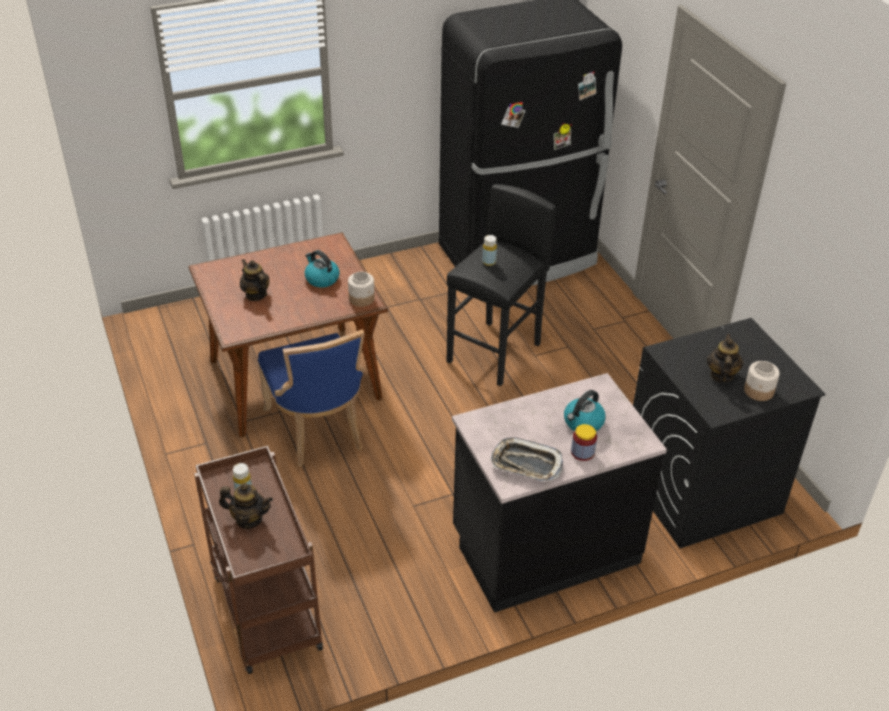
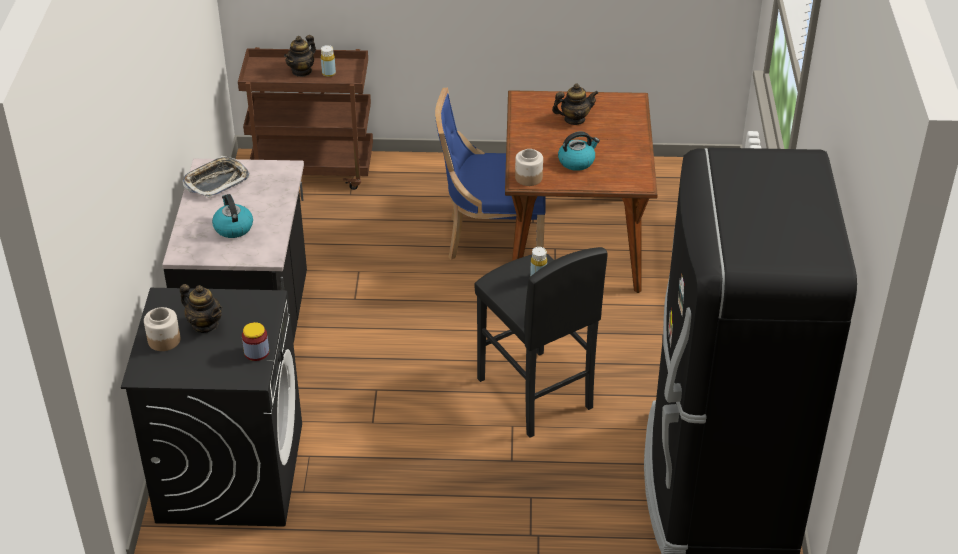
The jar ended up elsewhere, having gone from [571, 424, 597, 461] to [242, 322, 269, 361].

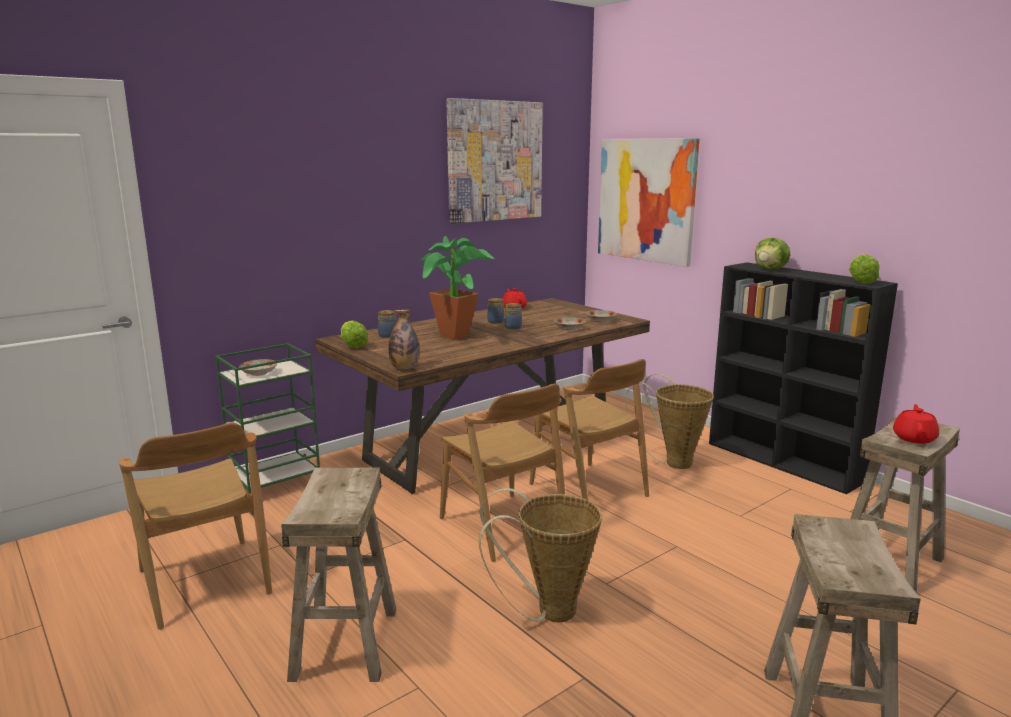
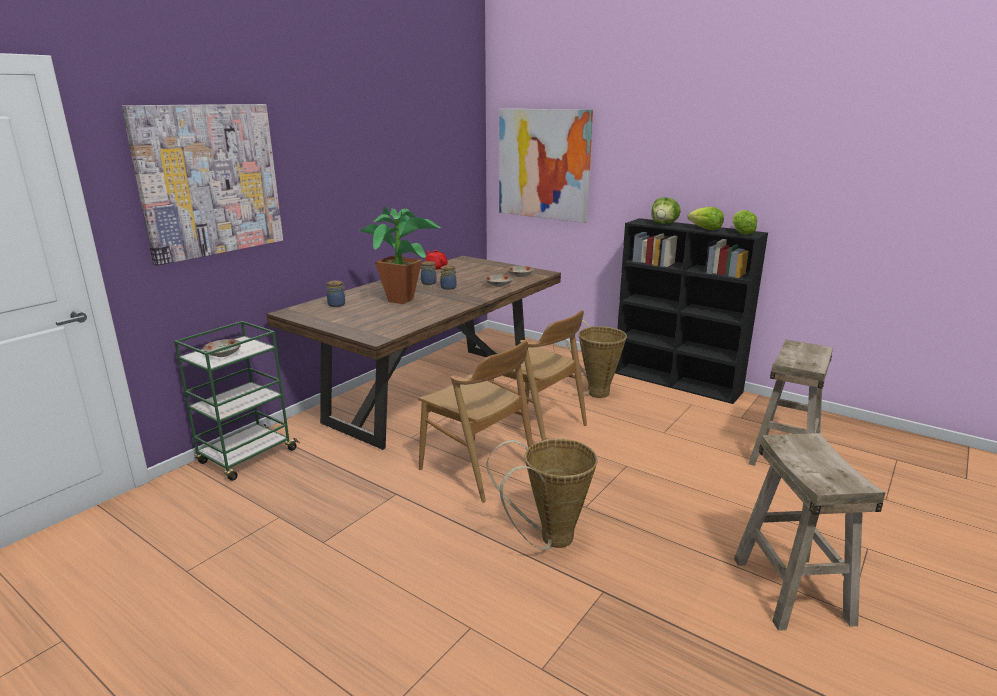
The second view lost the chair in brown at [119, 423, 272, 630].
The second view lost the stool in beige at [281, 468, 396, 682].
The lettuce ended up elsewhere, having gone from [341, 320, 368, 348] to [688, 207, 724, 230].
The second view lost the bottle at [389, 310, 419, 369].
The picture ended up elsewhere, having gone from [446, 98, 543, 224] to [121, 104, 283, 266].
The second view lost the teapot in red at [893, 404, 939, 444].

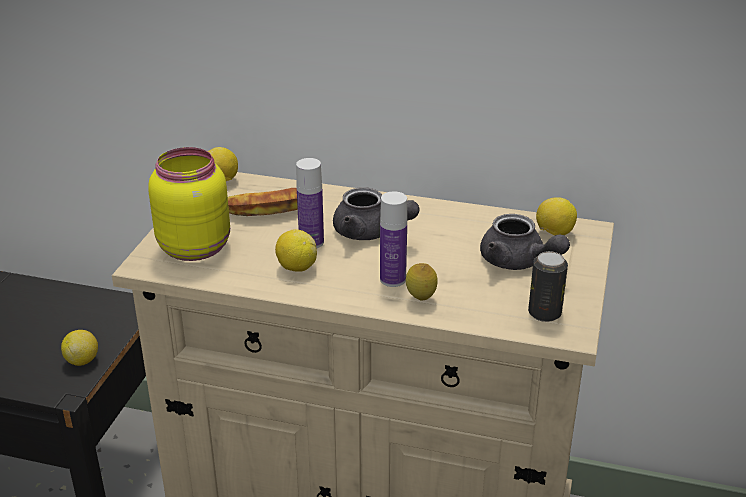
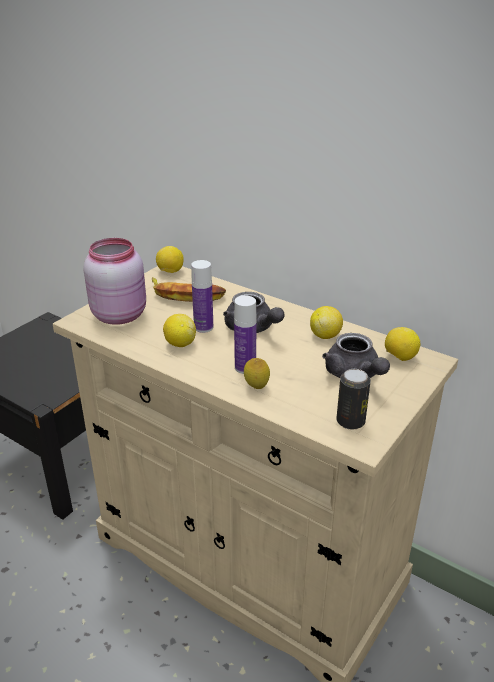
The lemon ended up elsewhere, having gone from [61, 330, 98, 366] to [310, 306, 343, 339].
What was the jar in yellow at [149, 147, 230, 261] turned into the jar in pink at [83, 238, 146, 325].

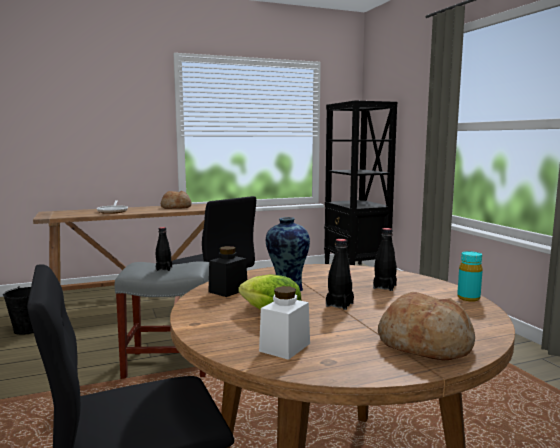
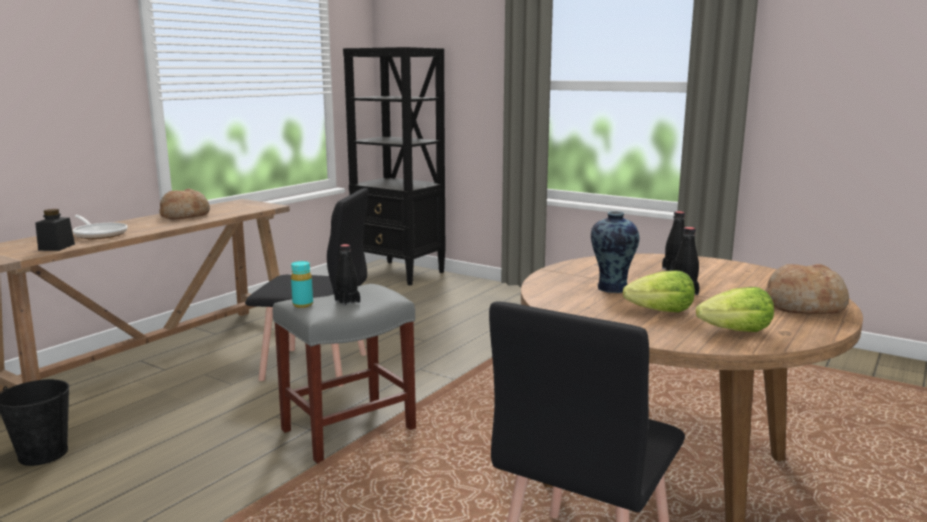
The jar in black ended up elsewhere, having gone from [208, 246, 247, 297] to [35, 209, 75, 251].
Where the jar in white stood at [259, 286, 310, 360], the lettuce came to stand at [696, 287, 774, 332].
The bottle in turquoise ended up elsewhere, having gone from [457, 251, 483, 302] to [291, 261, 313, 308].

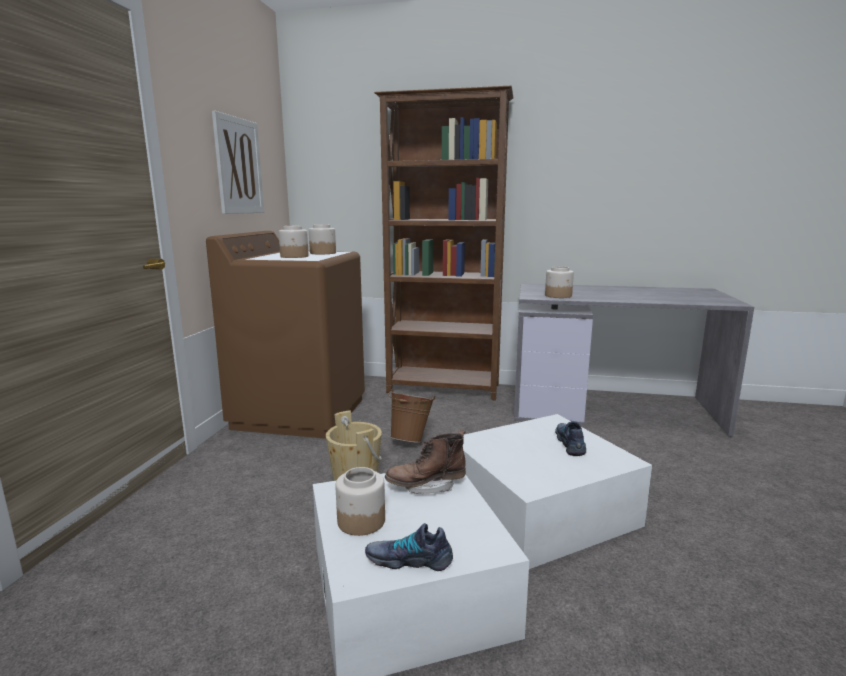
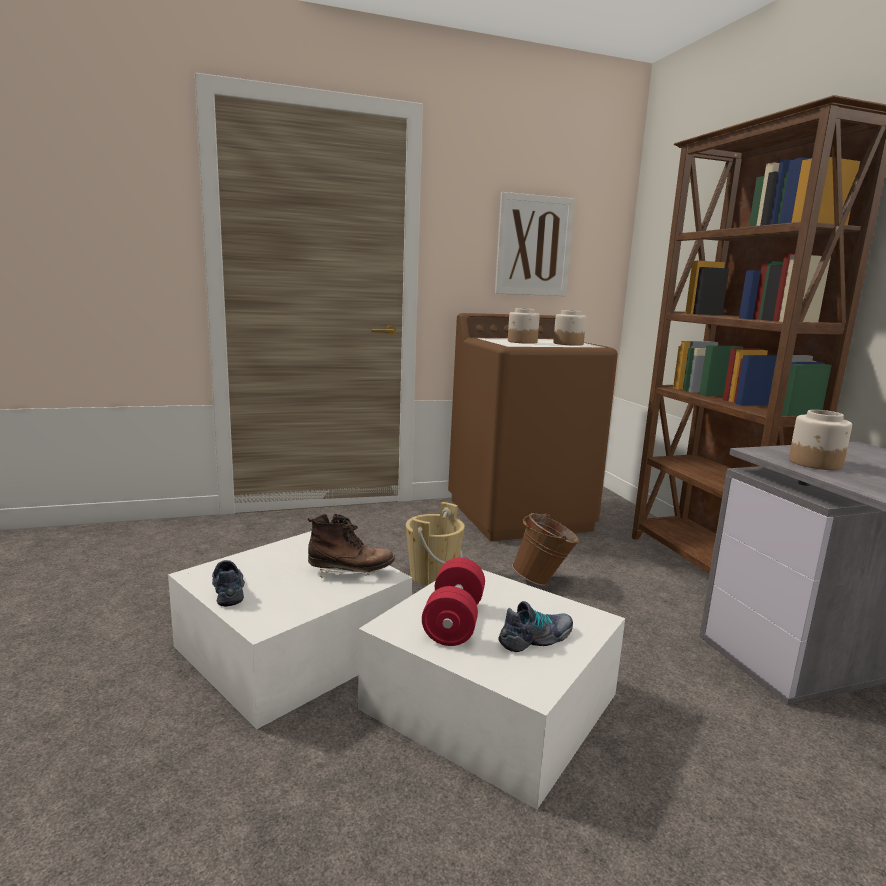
The second view lost the jar at [335, 467, 385, 536].
The boot in brown at [385, 430, 466, 494] ended up facing another way, 135 degrees clockwise from before.
The second view gained the dumbbell in red at [422, 558, 485, 646].

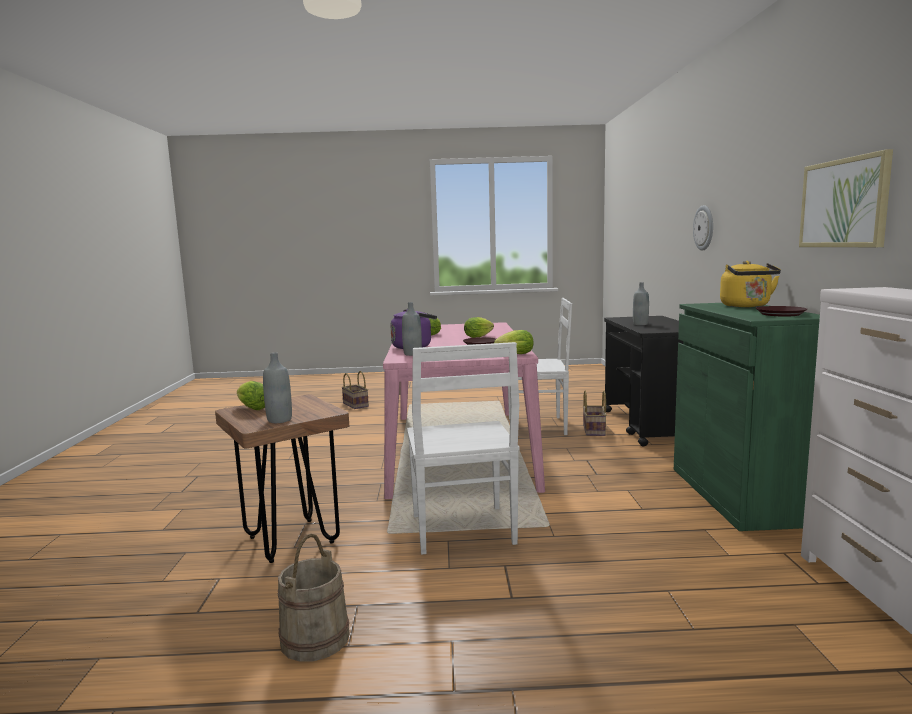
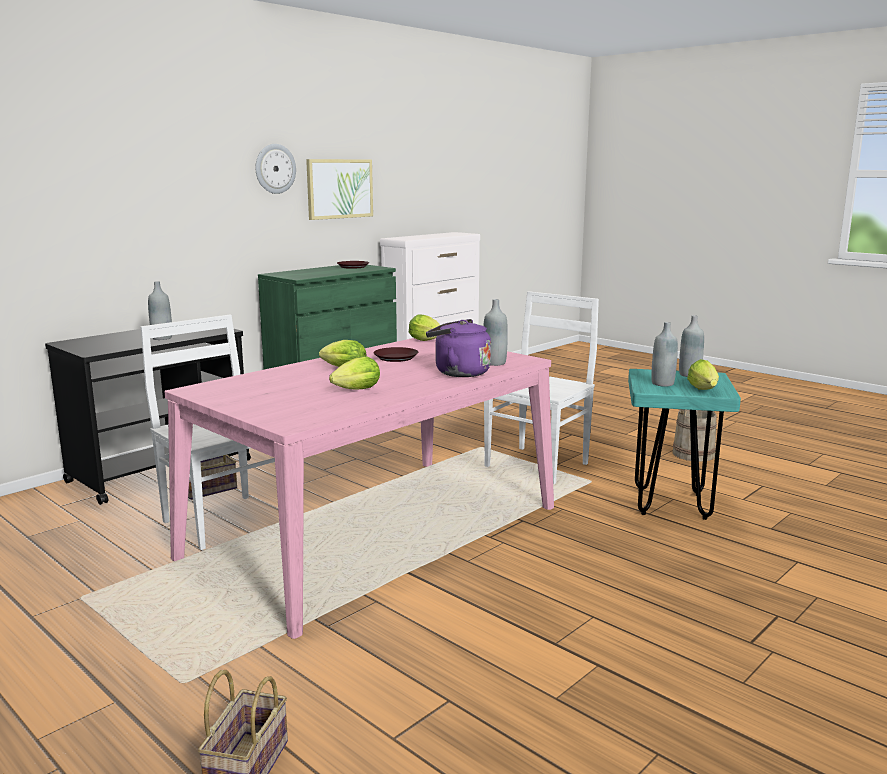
What was the stool in brown at [215, 394, 349, 563] turned into the stool in turquoise at [628, 369, 741, 520].
The wall clock ended up elsewhere, having gone from [693, 205, 713, 251] to [255, 144, 296, 194].
The second view lost the kettle in yellow at [720, 261, 781, 307].
The second view gained the bottle in grey at [651, 322, 678, 387].

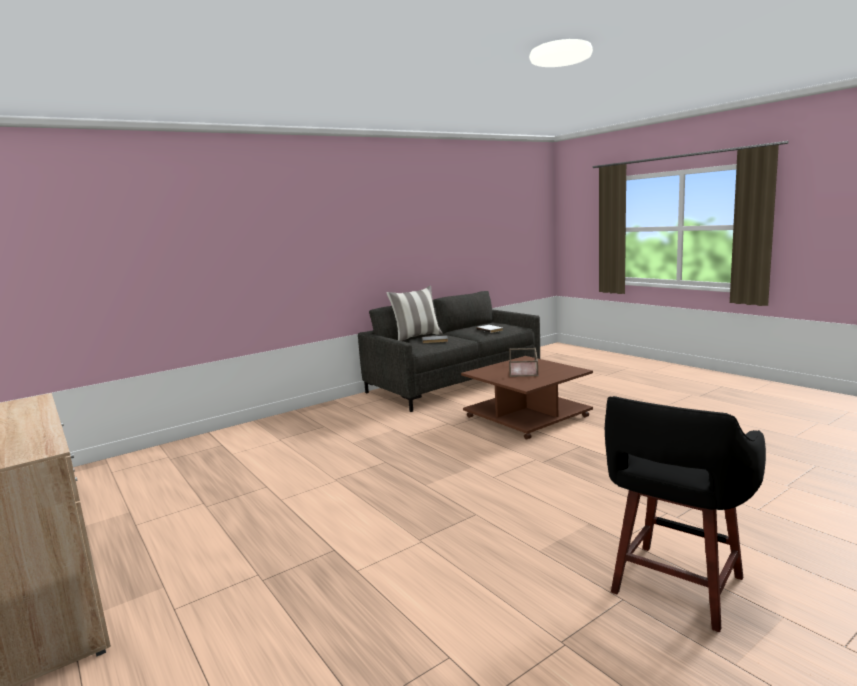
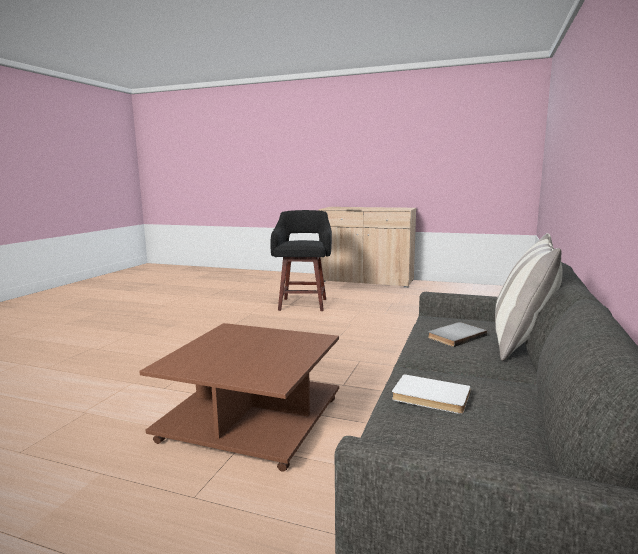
The second view lost the tray in brown at [509, 348, 538, 377].
The stool in black ended up elsewhere, having gone from [605, 396, 766, 632] to [270, 210, 332, 311].

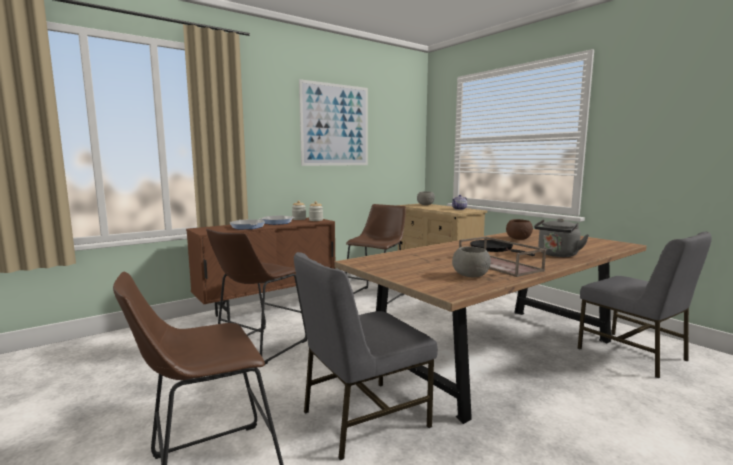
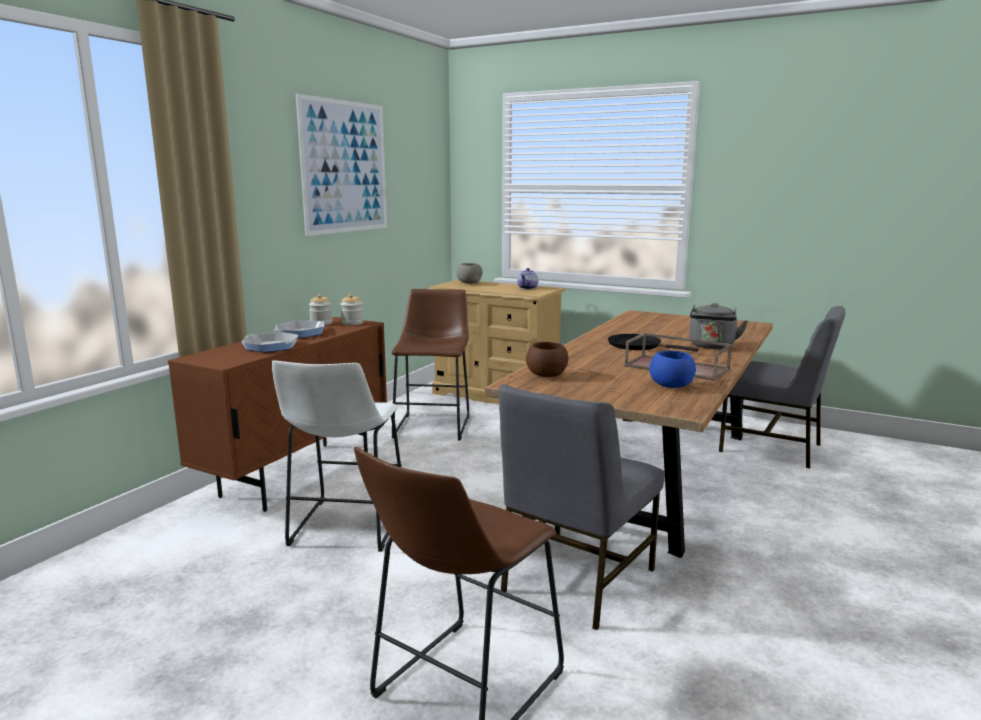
What was the stool in brown at [206, 229, 307, 365] turned into the stool in white at [272, 360, 402, 552].
What was the bowl in grey at [452, 247, 491, 277] turned into the bowl in blue at [649, 351, 696, 388].
The bowl in brown ended up elsewhere, having gone from [506, 219, 533, 240] to [526, 342, 569, 377].

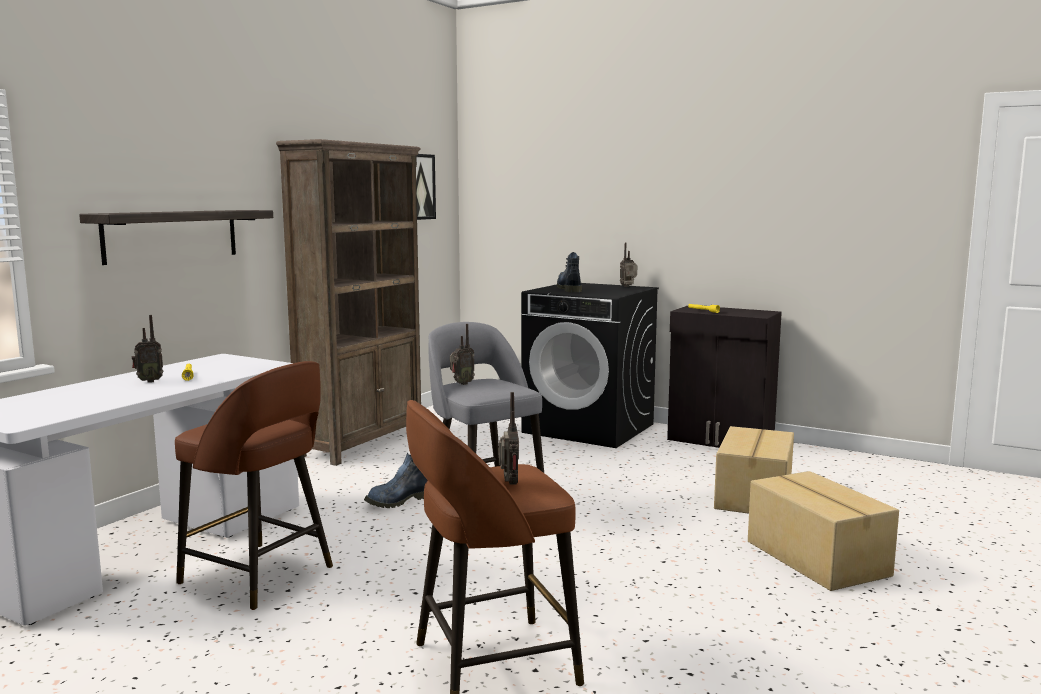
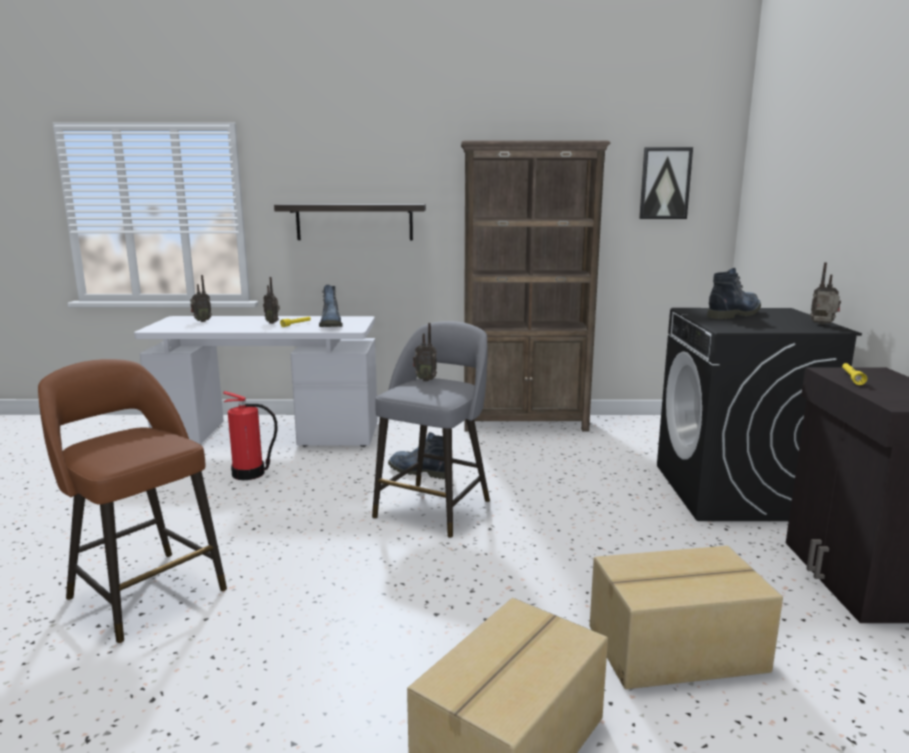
Where the stool in brown stood at [175, 361, 333, 610], the fire extinguisher came to stand at [223, 391, 278, 480].
The radio ended up elsewhere, having gone from [498, 392, 519, 485] to [190, 275, 212, 322].
The second view gained the boot at [319, 285, 343, 327].

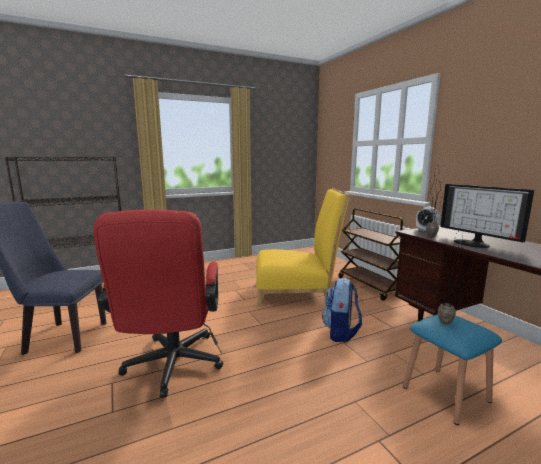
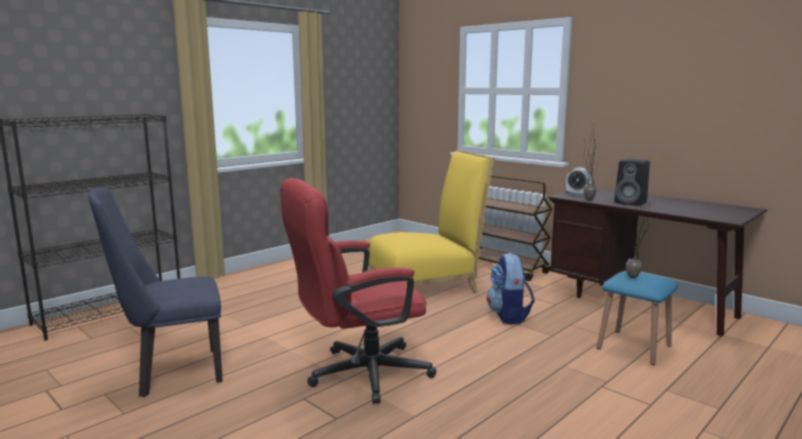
The office chair in red at [94, 209, 223, 398] ended up facing another way, 90 degrees clockwise from before.
Where the monitor stood at [440, 184, 534, 248], the speaker in black came to stand at [614, 159, 650, 206].

